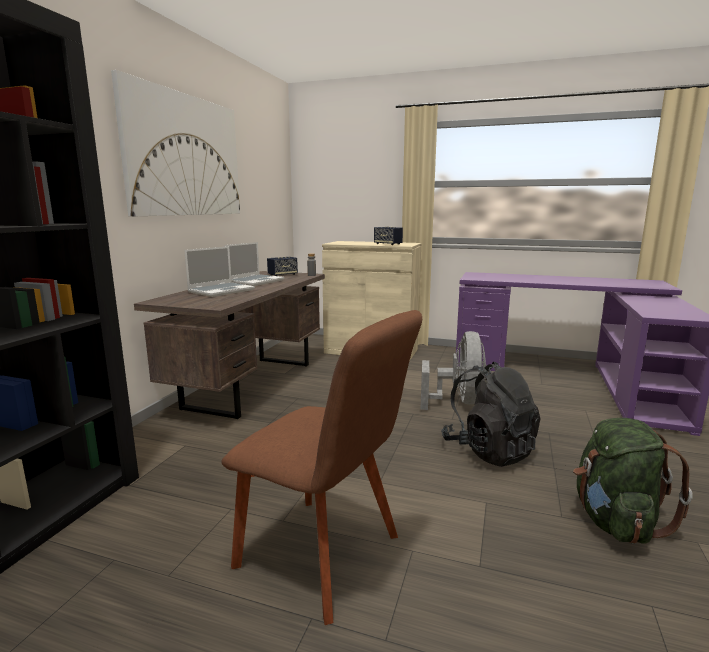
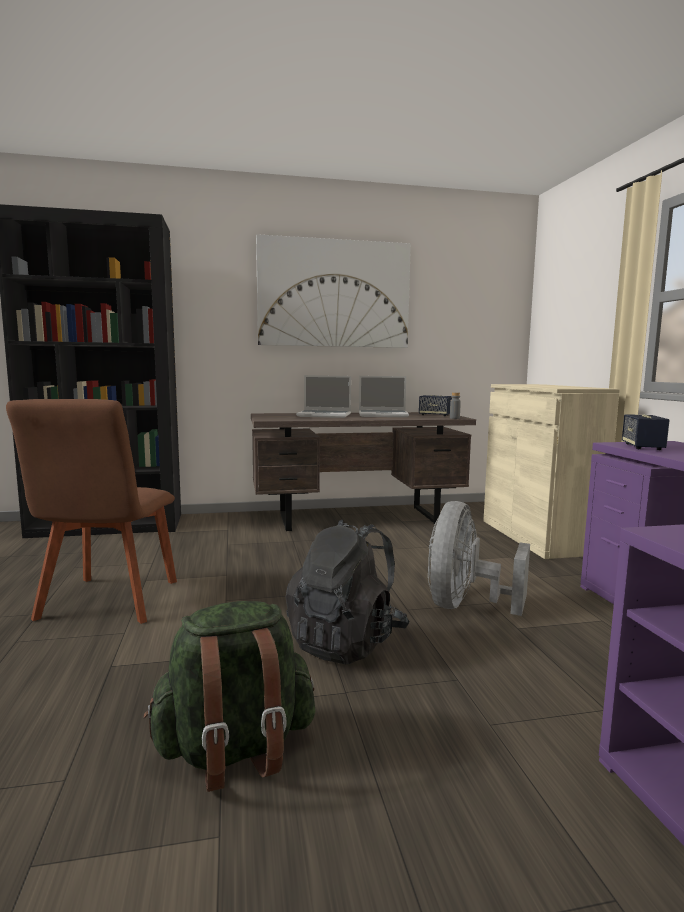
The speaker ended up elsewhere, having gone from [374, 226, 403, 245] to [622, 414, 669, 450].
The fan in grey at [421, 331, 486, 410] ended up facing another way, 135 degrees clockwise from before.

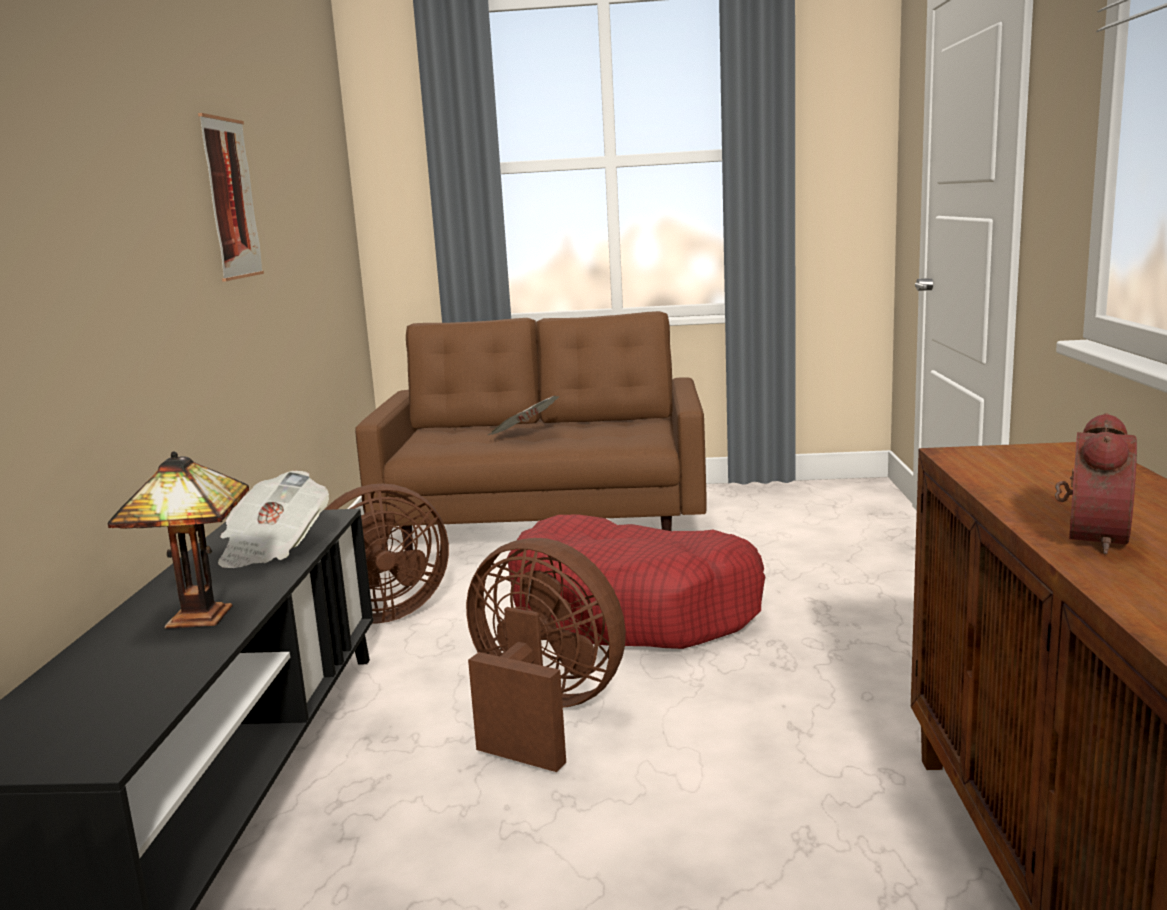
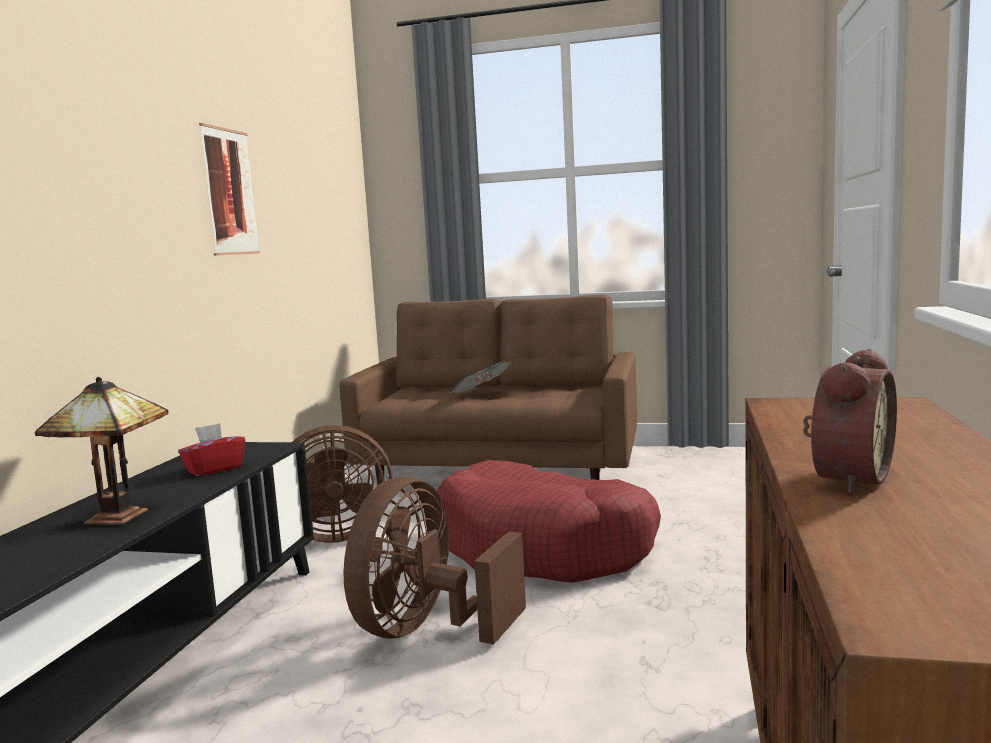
Where the newspaper stood at [218, 471, 329, 568], the tissue box in red came to stand at [178, 423, 245, 476].
The fan in brown at [466, 538, 626, 772] ended up facing another way, 105 degrees counterclockwise from before.

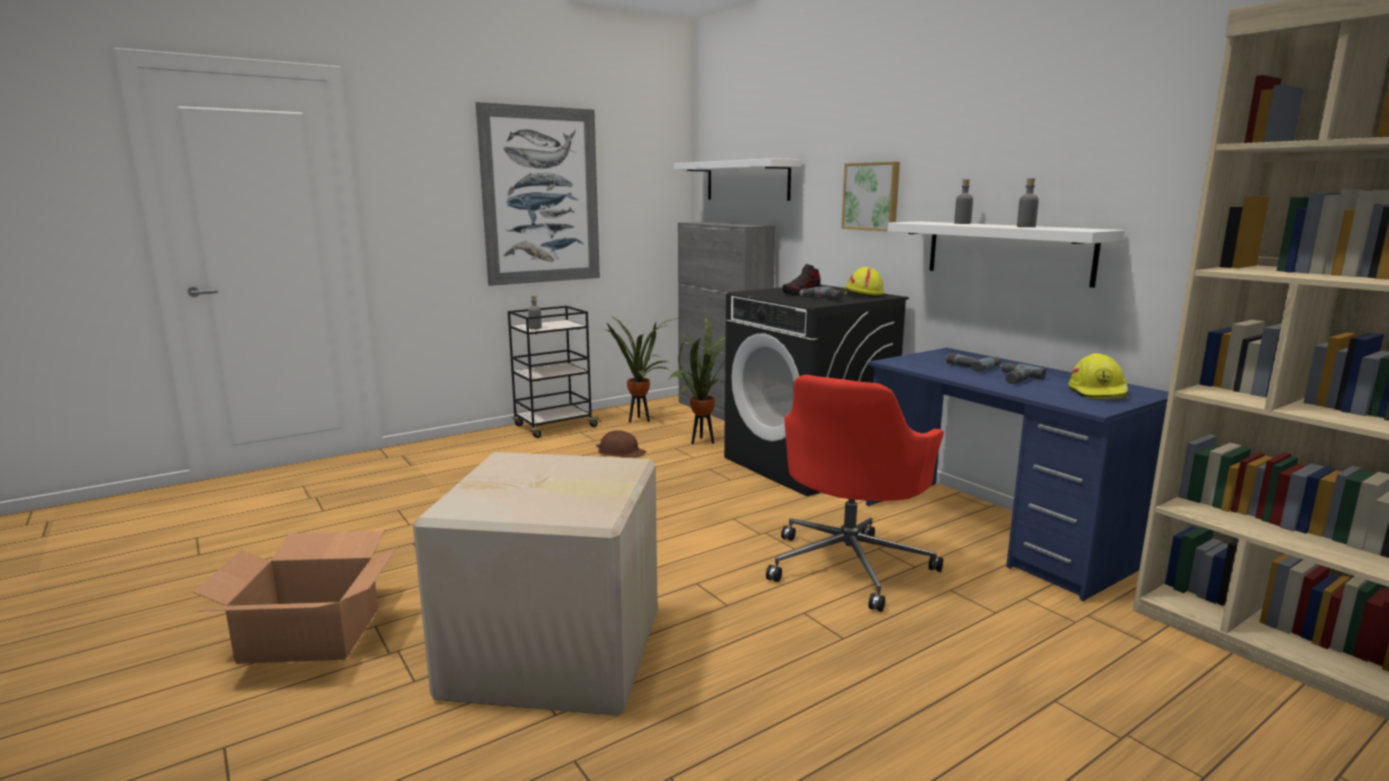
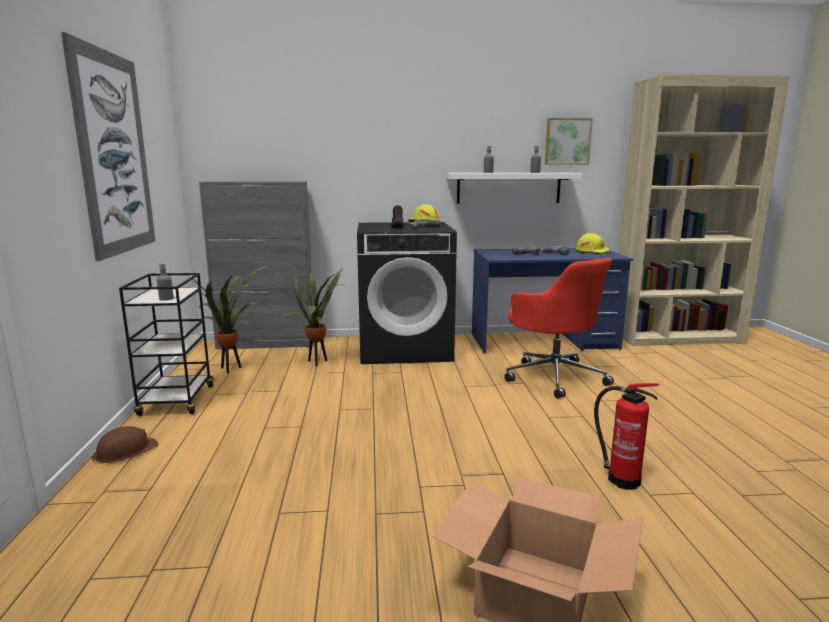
Where the cardboard box stood at [413, 452, 658, 716], the fire extinguisher came to stand at [594, 383, 659, 490].
The hard hat in brown ended up elsewhere, having gone from [596, 430, 647, 457] to [90, 426, 159, 463].
The second view lost the shelf in white at [674, 158, 801, 201].
The picture ended up elsewhere, having gone from [841, 162, 900, 231] to [545, 118, 593, 164].

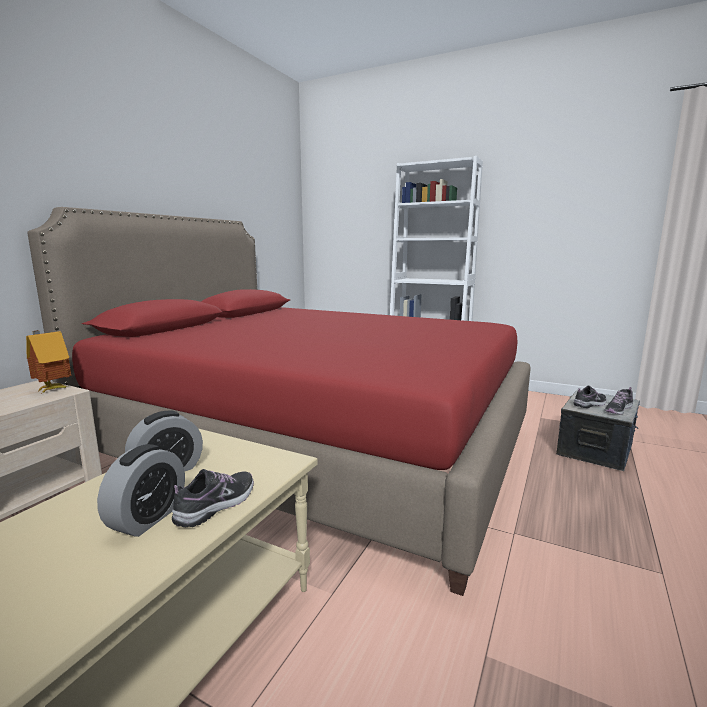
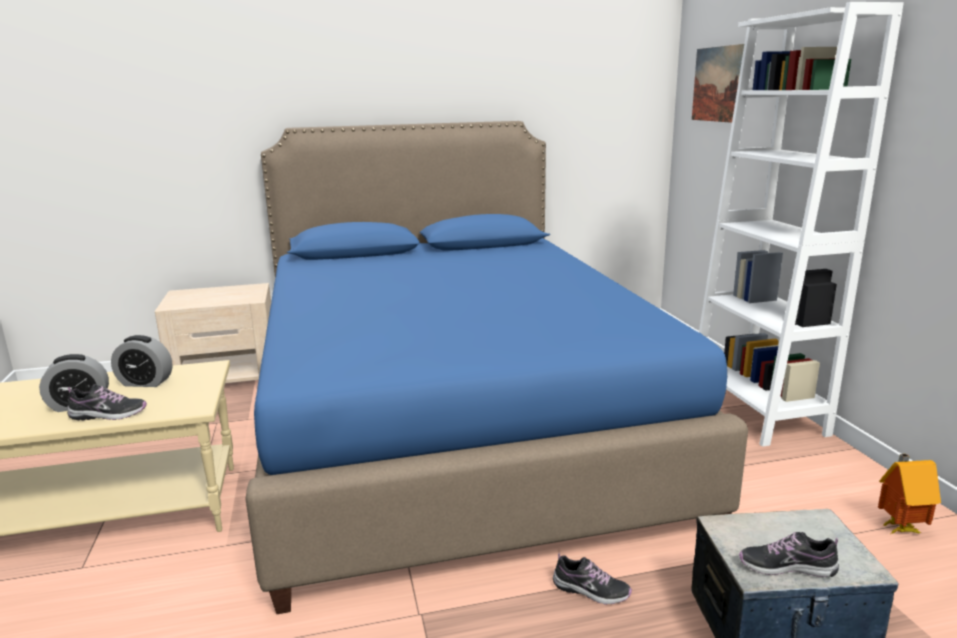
The toy house ended up elsewhere, having gone from [26, 330, 71, 393] to [878, 454, 941, 534].
What was the bed in red at [27, 207, 531, 596] turned into the bed in blue at [245, 121, 748, 614].
The shoe ended up elsewhere, having gone from [574, 386, 607, 408] to [553, 553, 632, 605].
The second view gained the picture at [692, 44, 744, 123].

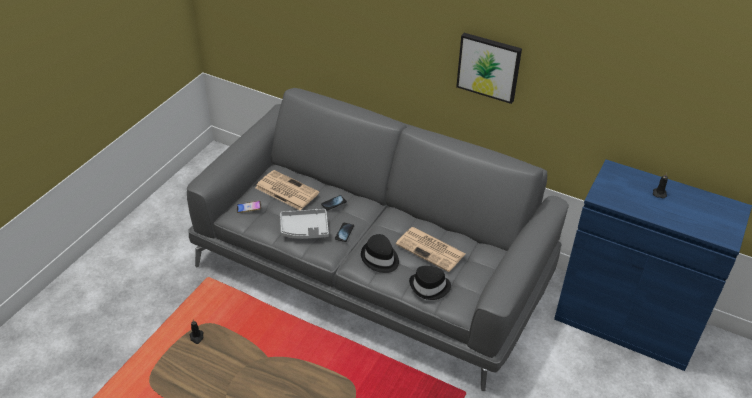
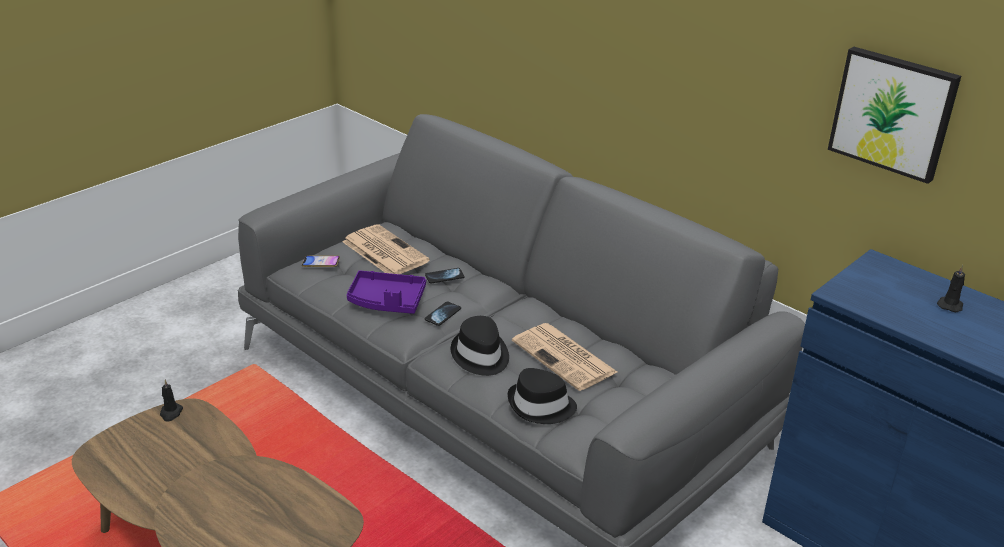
What was the tray in grey at [280, 209, 329, 239] turned into the tray in purple at [347, 270, 426, 314].
The picture ended up elsewhere, having gone from [456, 33, 522, 104] to [828, 47, 961, 184].

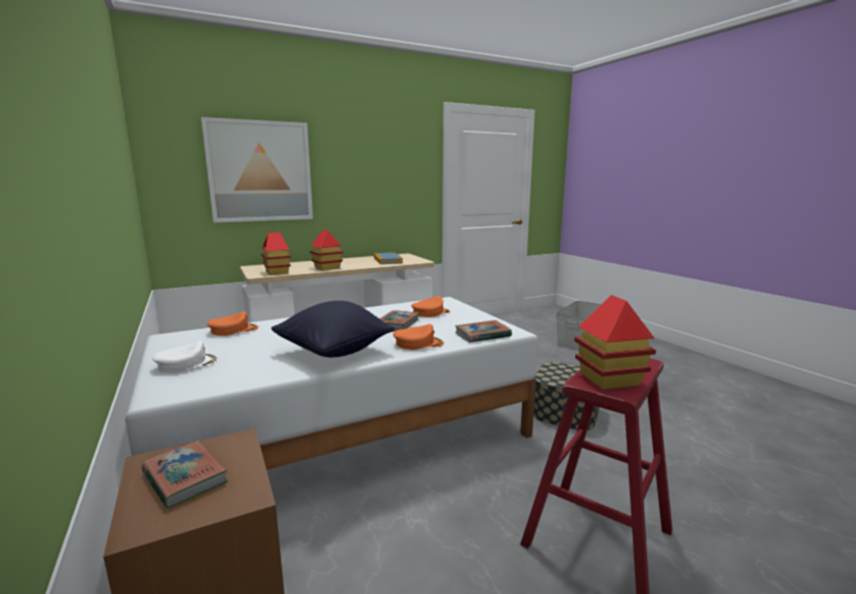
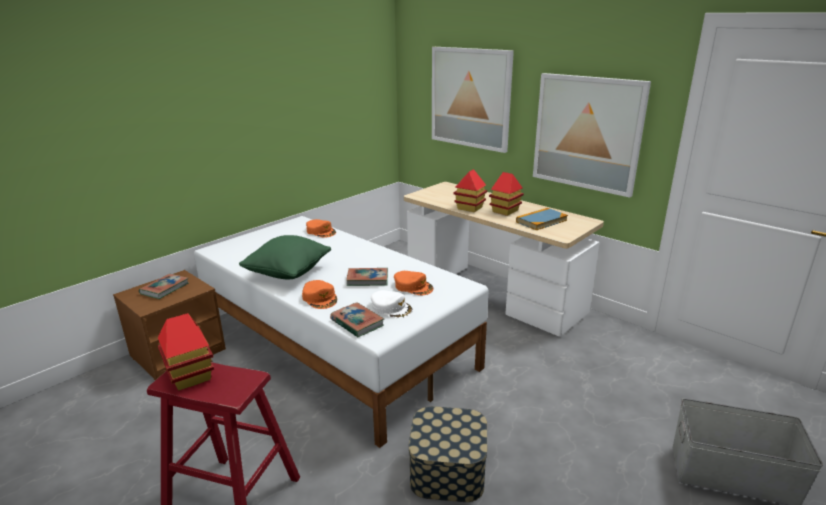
The cap in white ended up elsewhere, having gone from [152, 341, 219, 373] to [371, 290, 413, 318].
The toy house ended up elsewhere, having gone from [261, 232, 291, 275] to [489, 172, 524, 216].
What was the pillow in black at [271, 301, 395, 357] turned into the pillow in green at [239, 235, 331, 279].
The second view gained the picture at [533, 73, 651, 198].

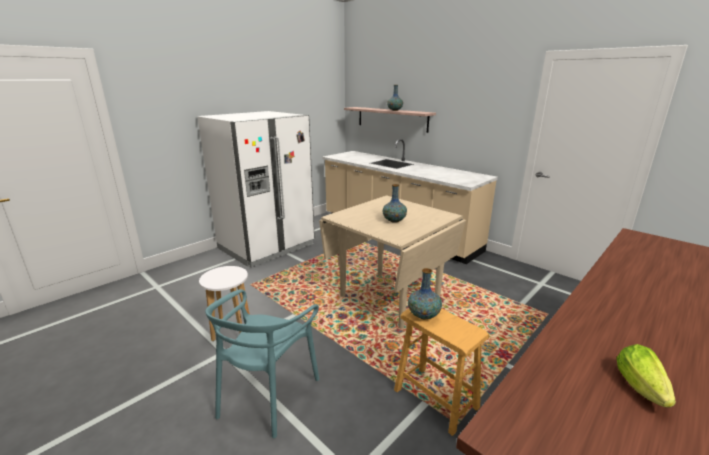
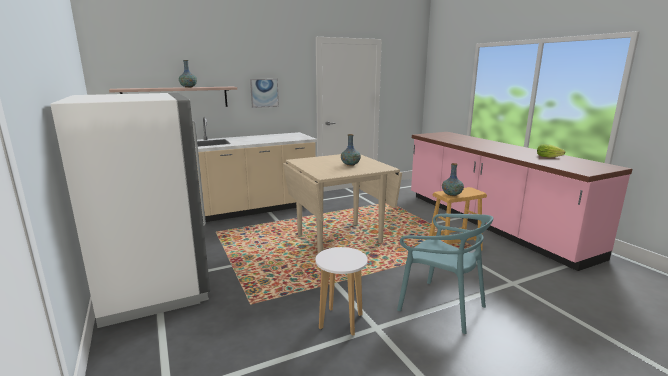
The second view gained the picture at [250, 79, 279, 108].

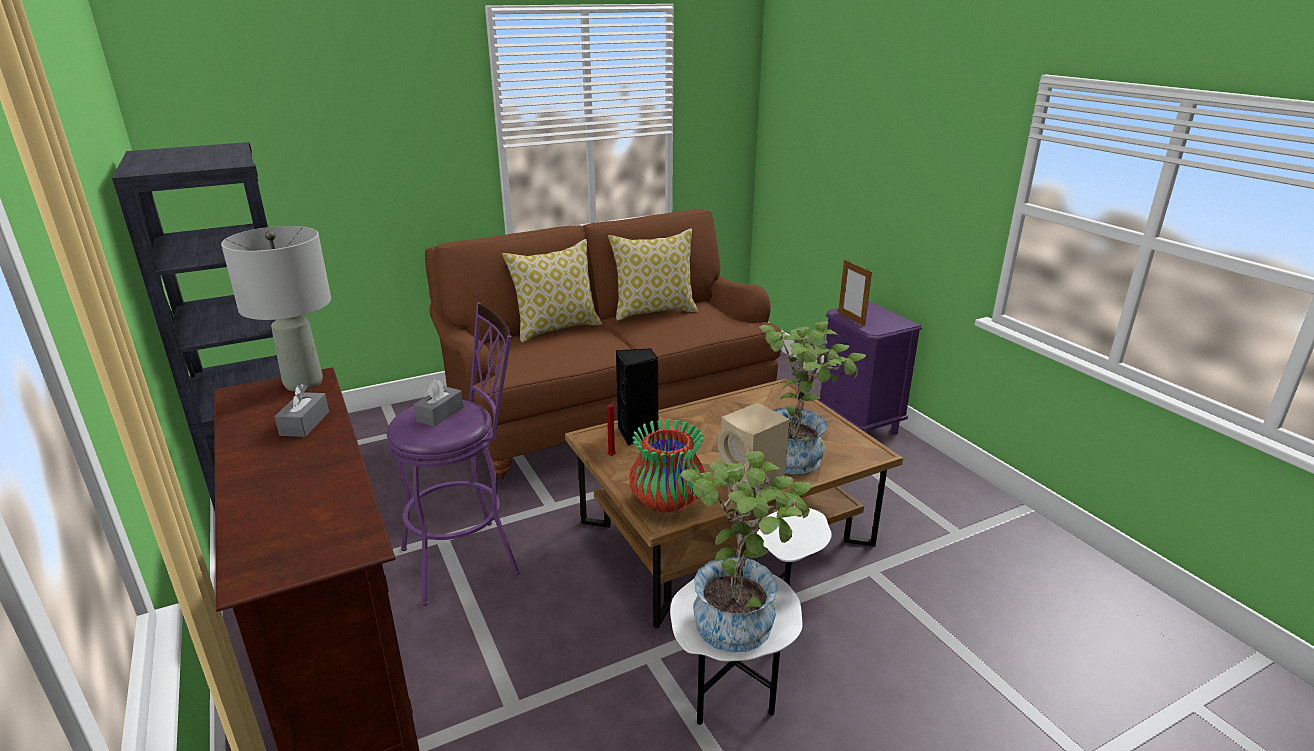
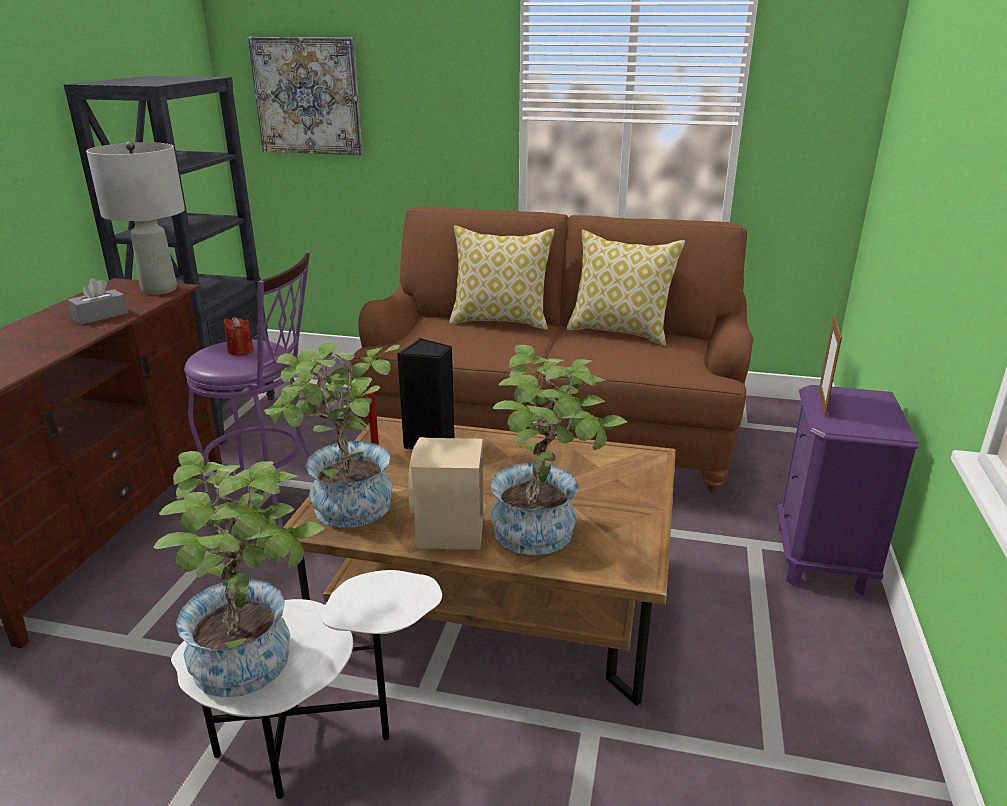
Where the tissue box in grey stood at [414, 380, 464, 427], the candle in red came to stand at [223, 317, 253, 355].
Where the vase stood at [629, 419, 705, 512], the potted plant came to stand at [264, 343, 400, 528].
The second view gained the picture at [248, 37, 363, 155].

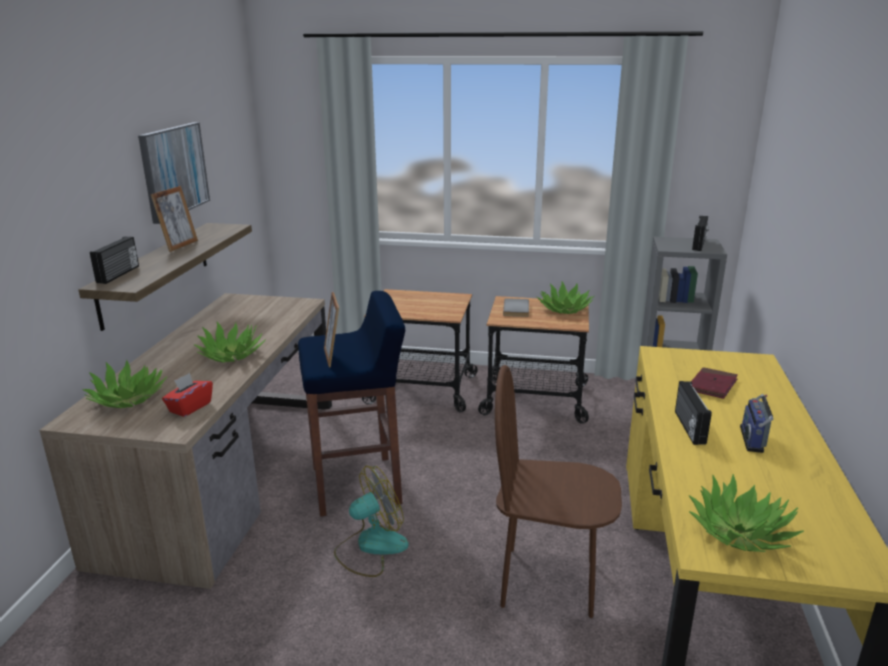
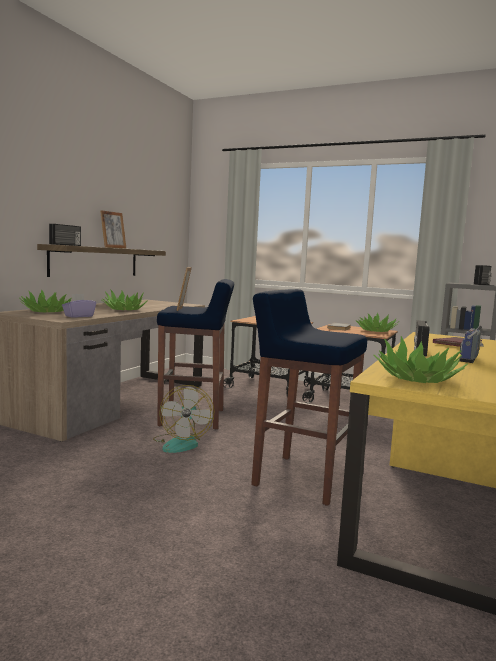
The second view lost the picture at [138, 122, 210, 224].
What was the tissue box in red at [162, 373, 213, 417] turned into the tissue box in purple at [62, 294, 96, 318].
The fan at [334, 466, 409, 577] ended up facing another way, 105 degrees clockwise from before.
Where the chair in brown stood at [495, 365, 622, 618], the stool in blue came to stand at [251, 289, 367, 506].

